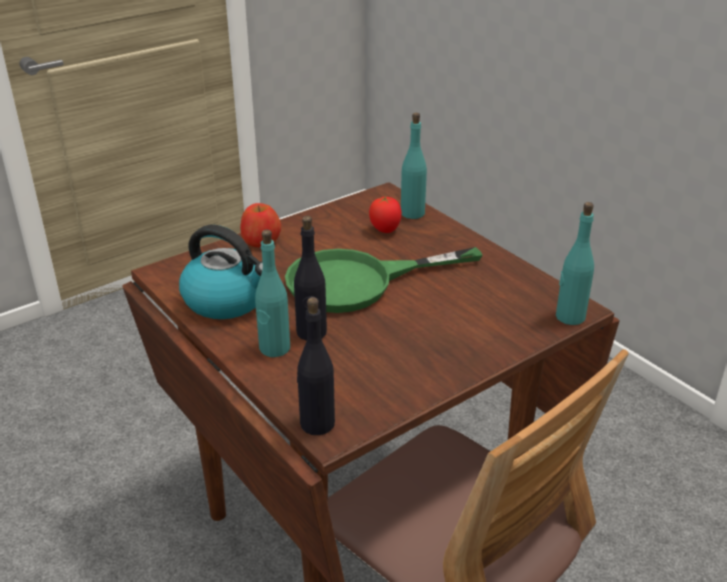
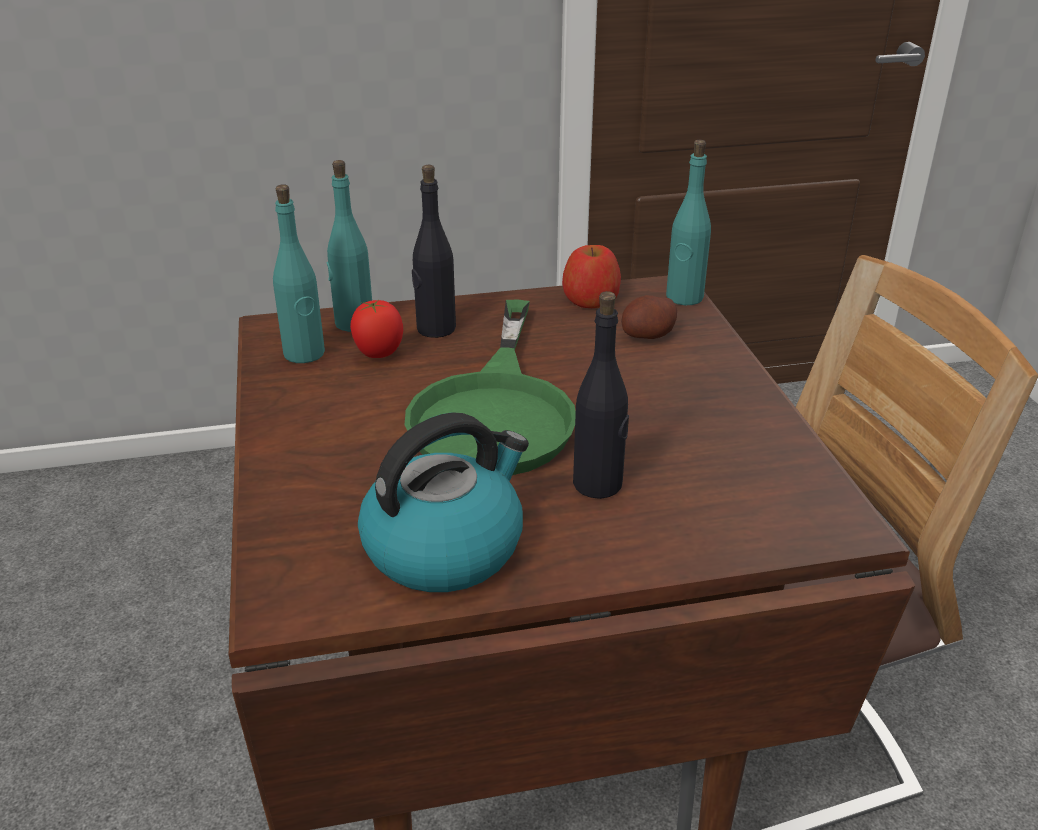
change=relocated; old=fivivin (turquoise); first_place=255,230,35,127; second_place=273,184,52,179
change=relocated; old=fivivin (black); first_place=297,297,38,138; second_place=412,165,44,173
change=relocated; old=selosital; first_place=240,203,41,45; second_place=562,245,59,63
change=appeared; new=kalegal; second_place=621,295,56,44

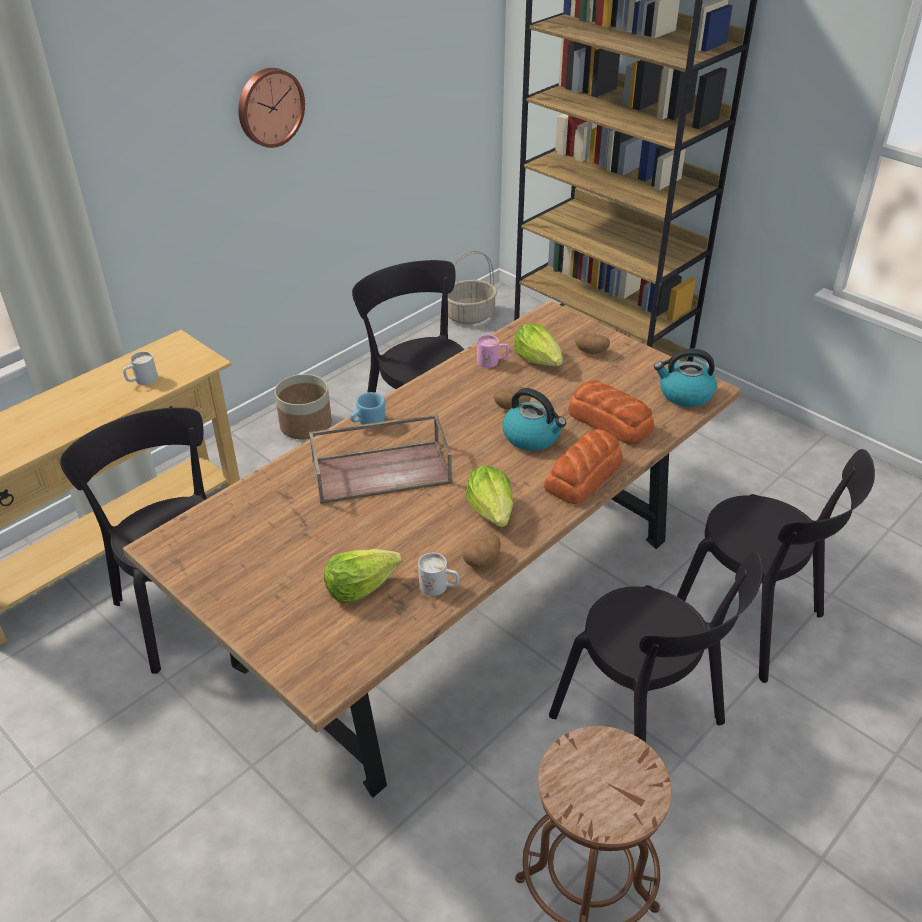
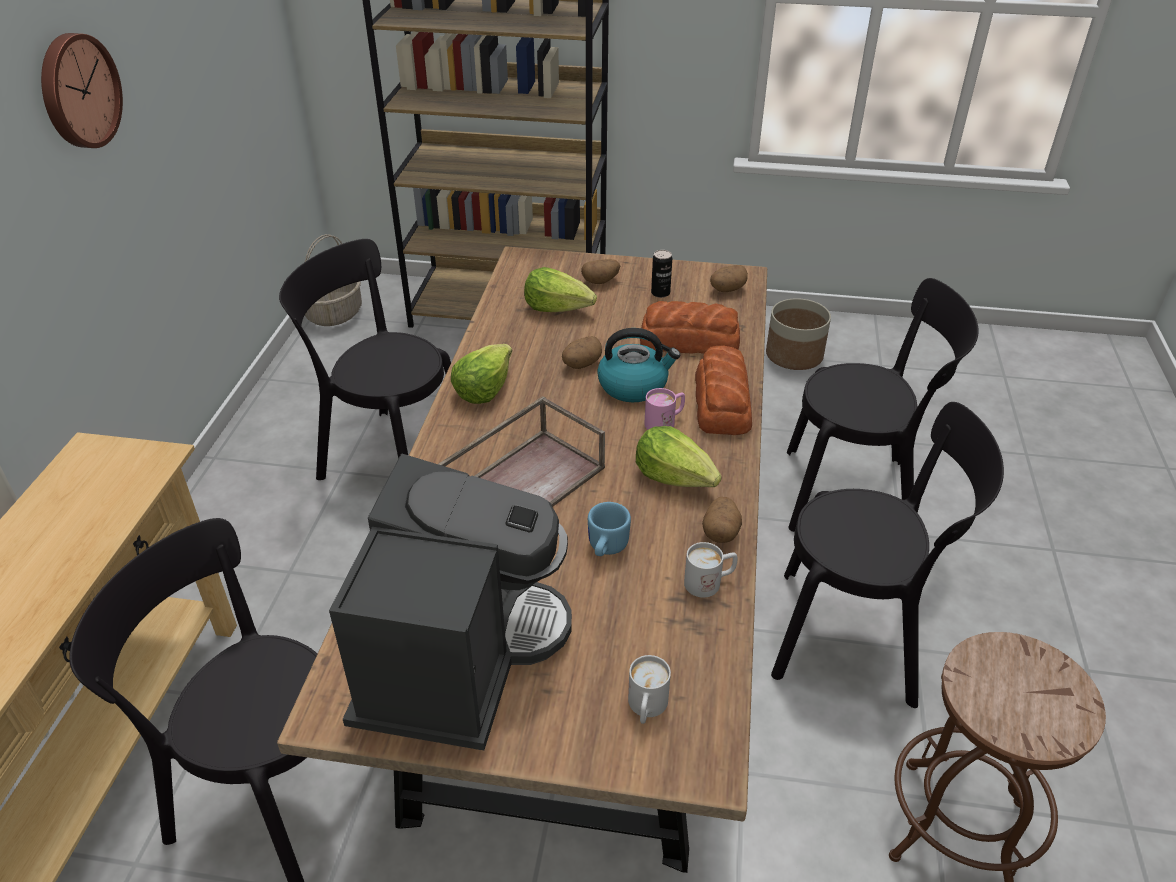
change=appeared; new=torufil; second_place=329,454,243,296
change=relocated; old=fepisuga; first_place=324,549,78,54; second_place=451,344,61,60
change=relocated; old=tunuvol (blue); first_place=350,392,35,33; second_place=588,502,43,54
change=relocated; old=tunuvol (white); first_place=123,351,35,34; second_place=628,655,43,69
change=relocated; old=tunuvol (pink); first_place=477,335,32,33; second_place=645,388,40,42
change=appeared; new=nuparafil; second_place=651,250,21,48
change=exchanged; old=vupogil; new=kalegal; first_place=654,349,63,58; second_place=710,265,38,27
change=relocated; old=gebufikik; first_place=275,374,57,66; second_place=766,298,65,72

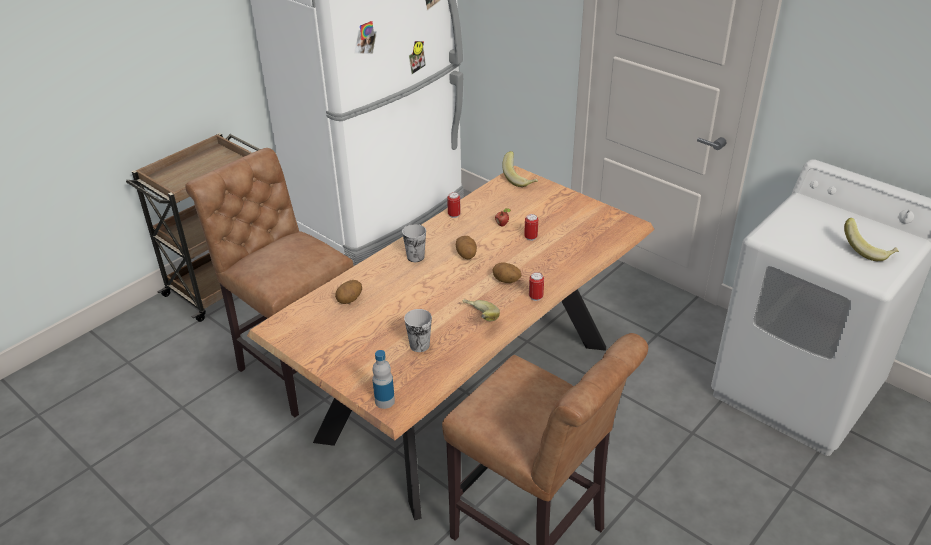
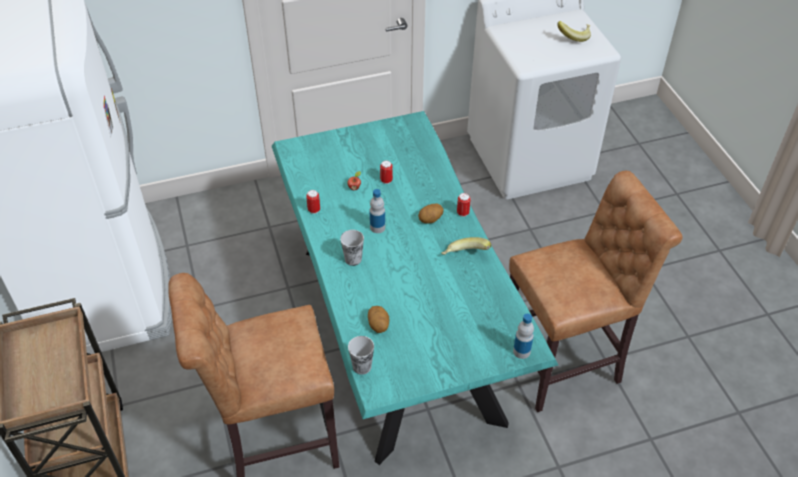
change=colour; old=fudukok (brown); new=fudukok (turquoise); first_place=247,166,408,354; second_place=272,111,286,354
change=relocated; old=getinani; first_place=404,309,28,43; second_place=348,336,26,39
change=exchanged; old=kalegal; new=fivivin; first_place=456,236,21,23; second_place=370,189,15,44
change=missing; old=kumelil; first_place=502,151,36,36

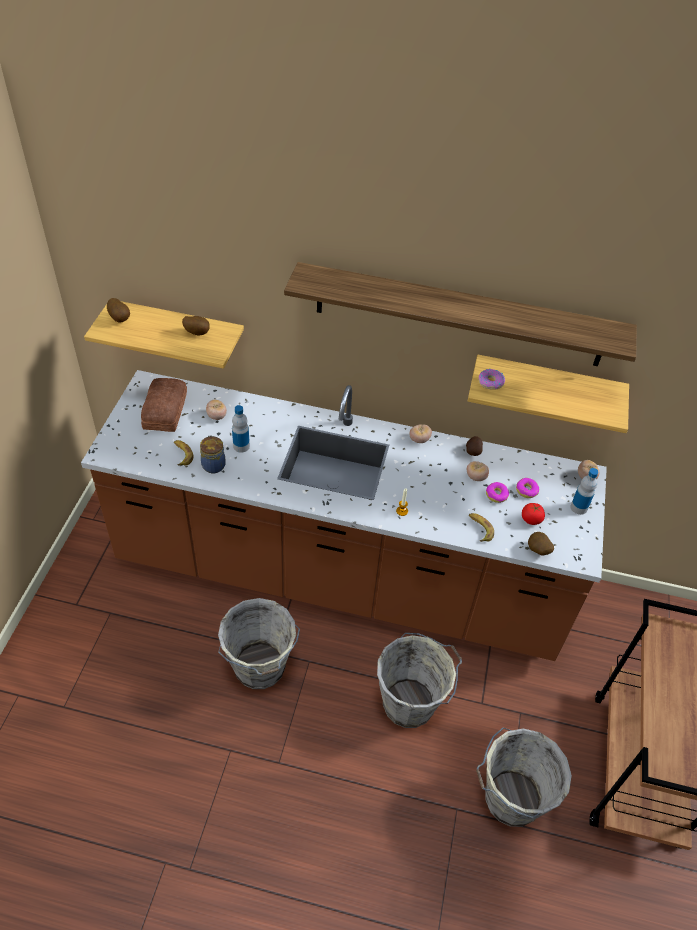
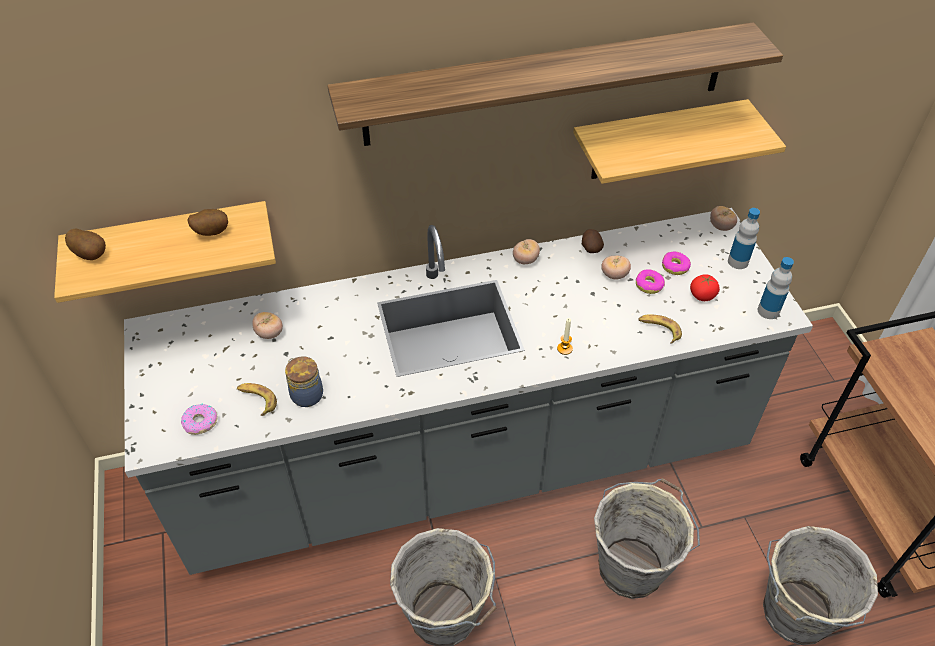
change=colour; old=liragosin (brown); new=liragosin (grey); first_place=81,370,526,291; second_place=124,208,689,367
change=relocated; old=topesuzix; first_place=479,369,26,21; second_place=181,404,36,31
change=relocated; old=fivivin; first_place=232,405,18,48; second_place=758,257,36,62
change=missing; old=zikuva; first_place=141,378,46,54
change=missing; old=kalegal; first_place=528,532,26,24

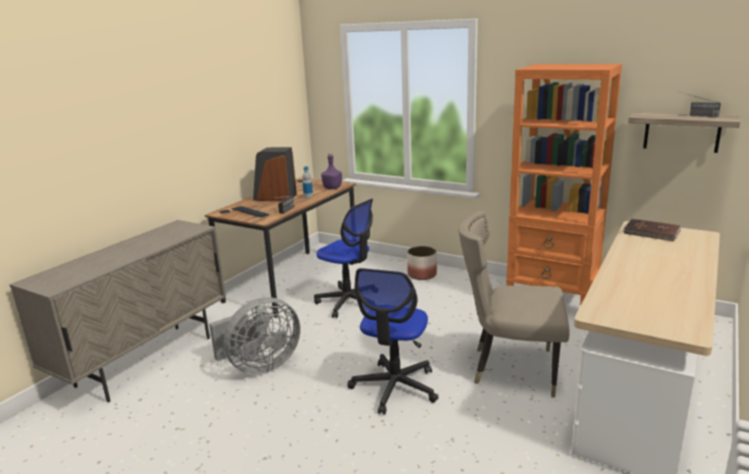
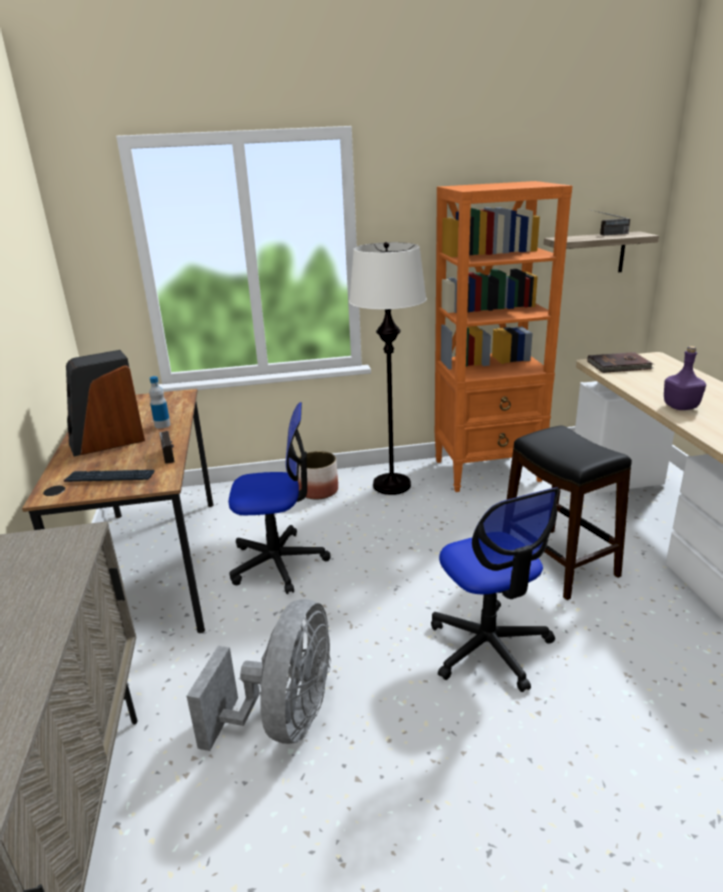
change=appeared; new=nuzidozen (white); second_place=349,242,78,253
change=exchanged; old=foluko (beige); new=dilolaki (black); first_place=458,211,112,187; second_place=507,425,125,175
change=relocated; old=fivivin (purple); first_place=321,153,21,36; second_place=664,346,42,64

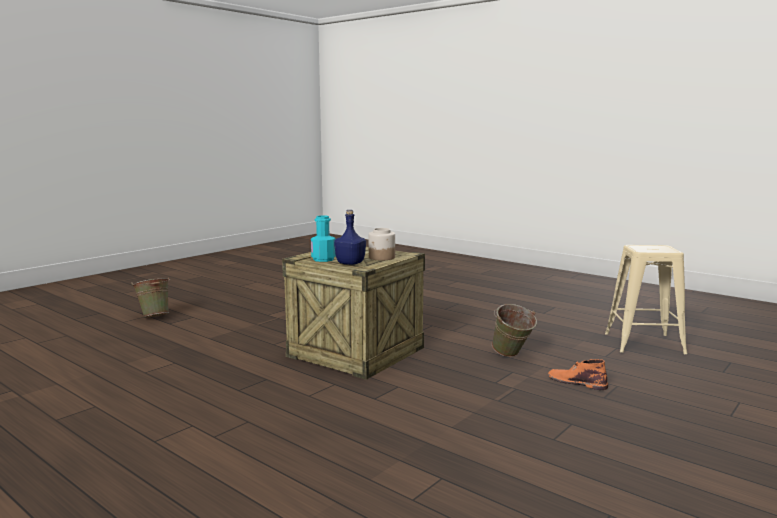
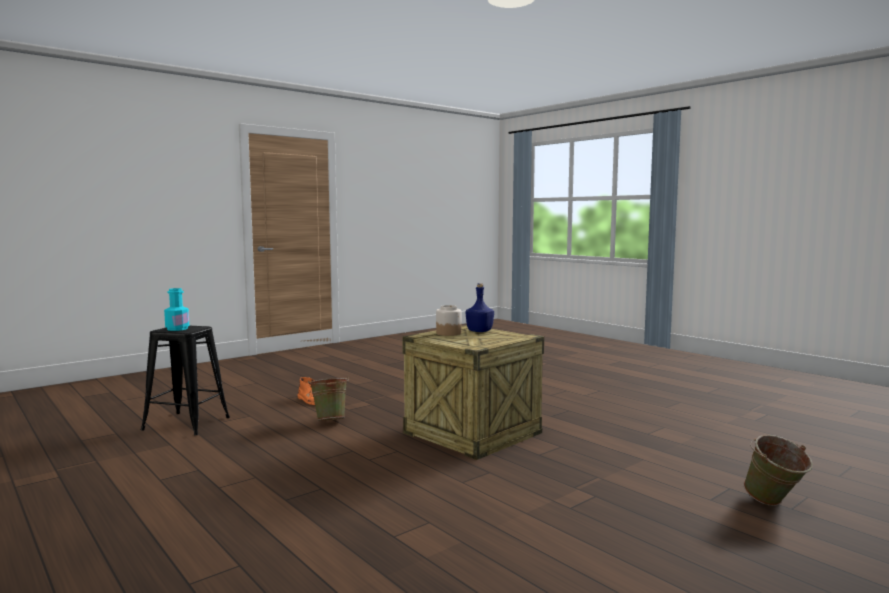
change=colour; old=dilolaki (beige); new=dilolaki (black); first_place=605,245,83,109; second_place=141,326,89,109
change=relocated; old=fivivin (turquoise); first_place=311,215,25,47; second_place=164,288,25,43

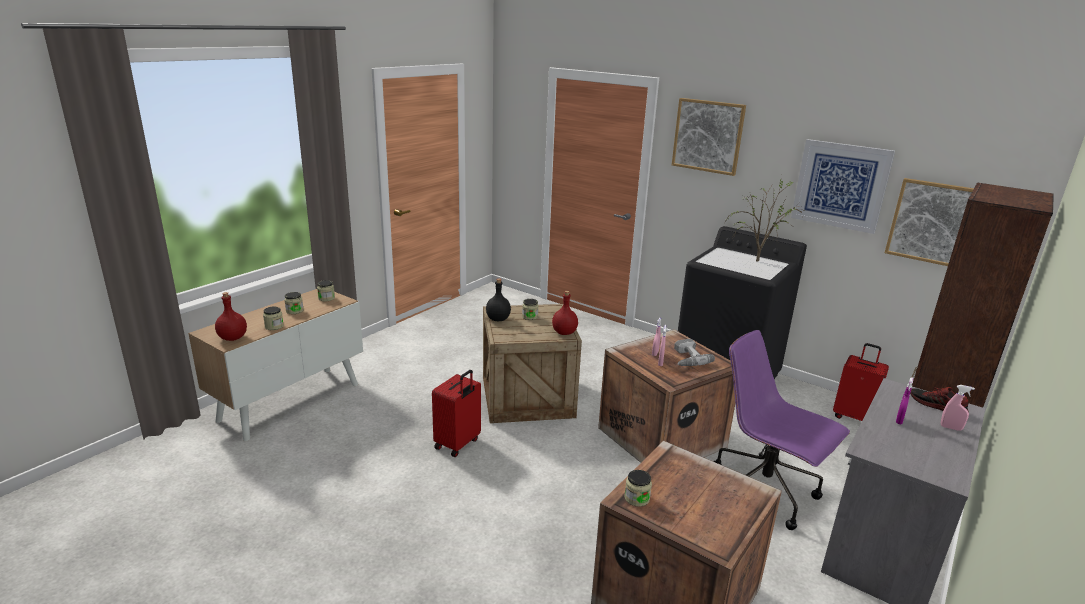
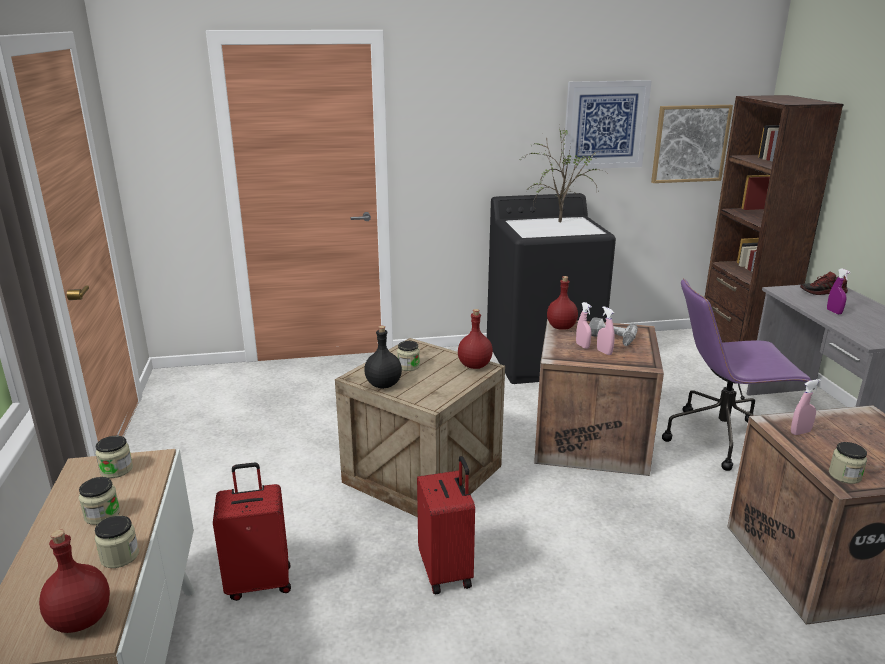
change=relocated; old=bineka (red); first_place=833,343,56,78; second_place=213,462,78,139
change=appeared; new=fivivin (red); second_place=547,276,31,54
change=relocated; old=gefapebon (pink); first_place=941,385,34,46; second_place=791,379,30,56
change=missing; old=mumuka; first_place=672,98,74,78

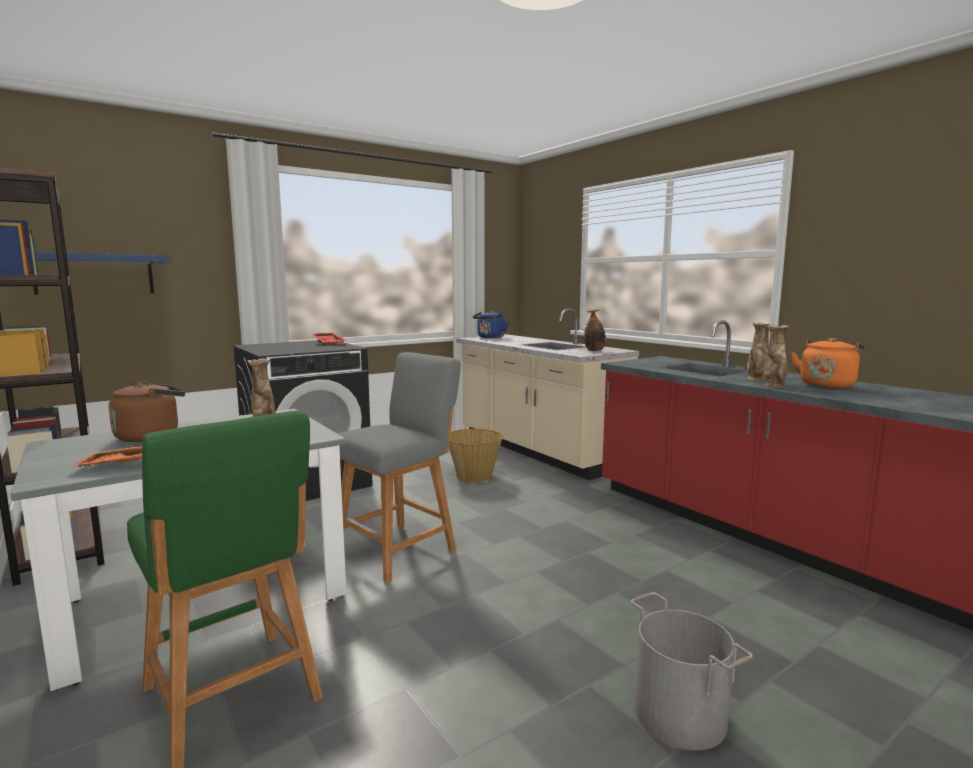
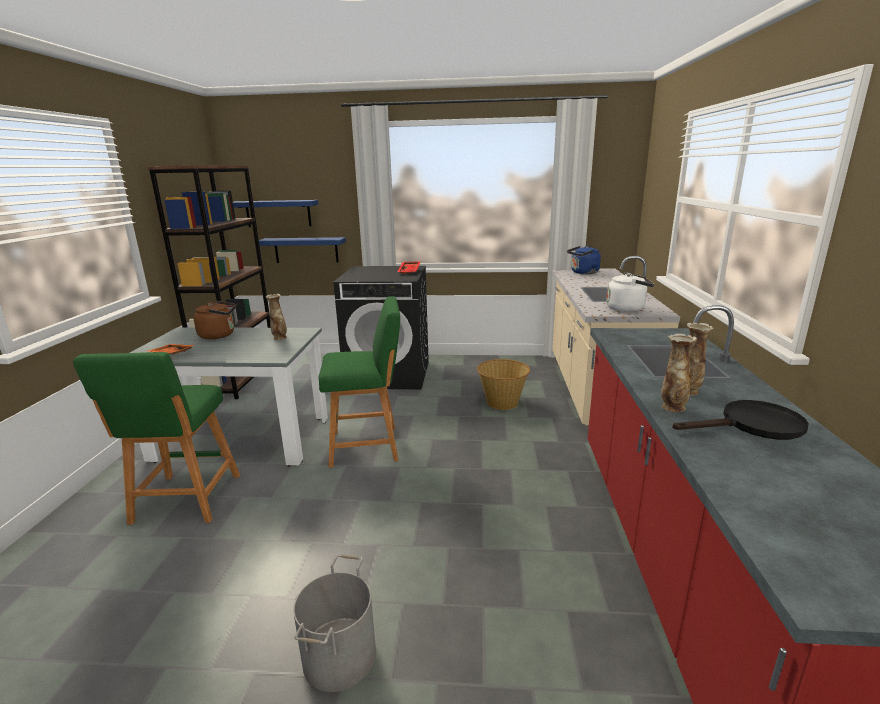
change=appeared; new=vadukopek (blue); second_place=259,237,87,26
change=colour; old=dilolaki (grey); new=dilolaki (green); first_place=337,352,124,231; second_place=318,296,82,172
change=exchanged; old=fivivin; new=vupogil (white); first_place=584,309,22,42; second_place=607,272,47,40
change=exchanged; old=vupogil (orange); new=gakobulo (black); first_place=791,338,73,50; second_place=672,400,137,40

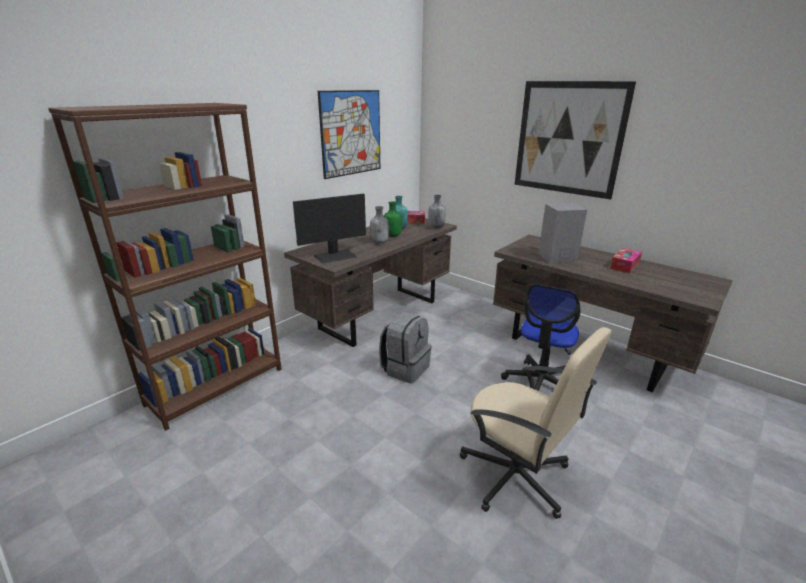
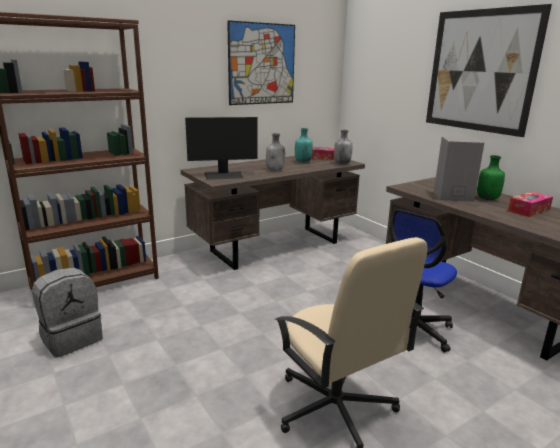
change=relocated; old=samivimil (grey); first_place=379,312,53,71; second_place=32,268,71,90
change=relocated; old=fivivin (green); first_place=384,201,18,36; second_place=477,155,28,45

